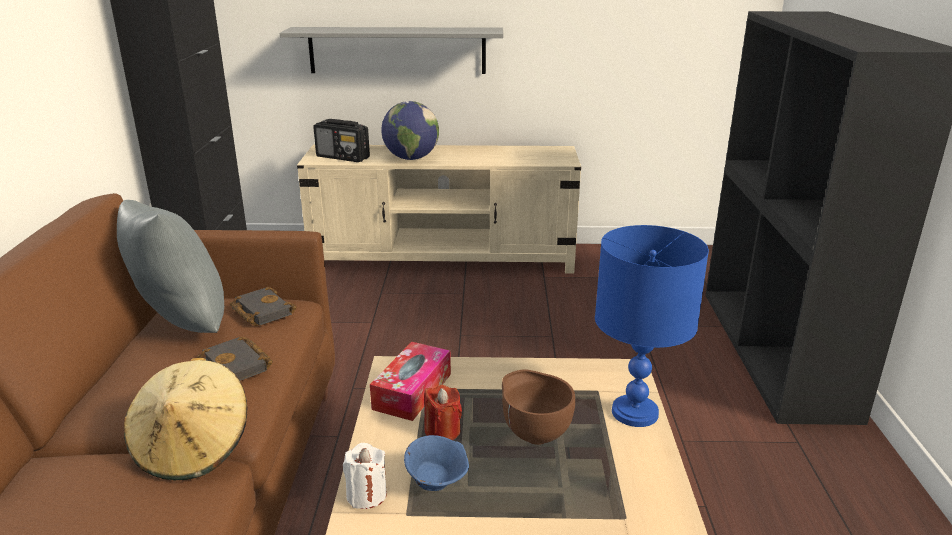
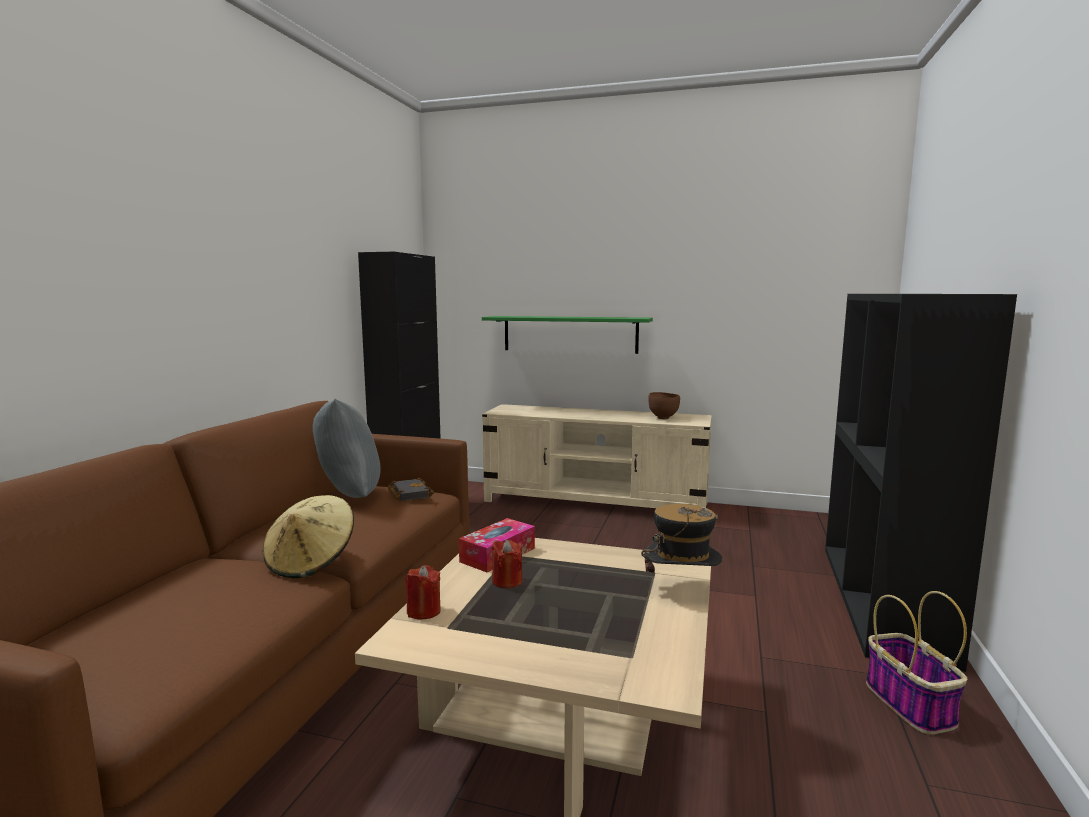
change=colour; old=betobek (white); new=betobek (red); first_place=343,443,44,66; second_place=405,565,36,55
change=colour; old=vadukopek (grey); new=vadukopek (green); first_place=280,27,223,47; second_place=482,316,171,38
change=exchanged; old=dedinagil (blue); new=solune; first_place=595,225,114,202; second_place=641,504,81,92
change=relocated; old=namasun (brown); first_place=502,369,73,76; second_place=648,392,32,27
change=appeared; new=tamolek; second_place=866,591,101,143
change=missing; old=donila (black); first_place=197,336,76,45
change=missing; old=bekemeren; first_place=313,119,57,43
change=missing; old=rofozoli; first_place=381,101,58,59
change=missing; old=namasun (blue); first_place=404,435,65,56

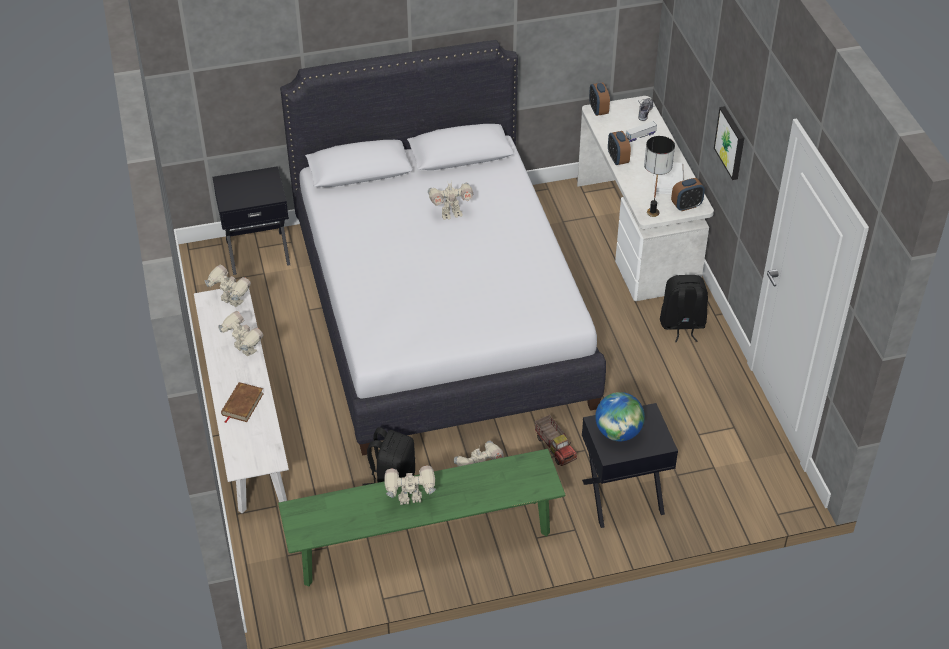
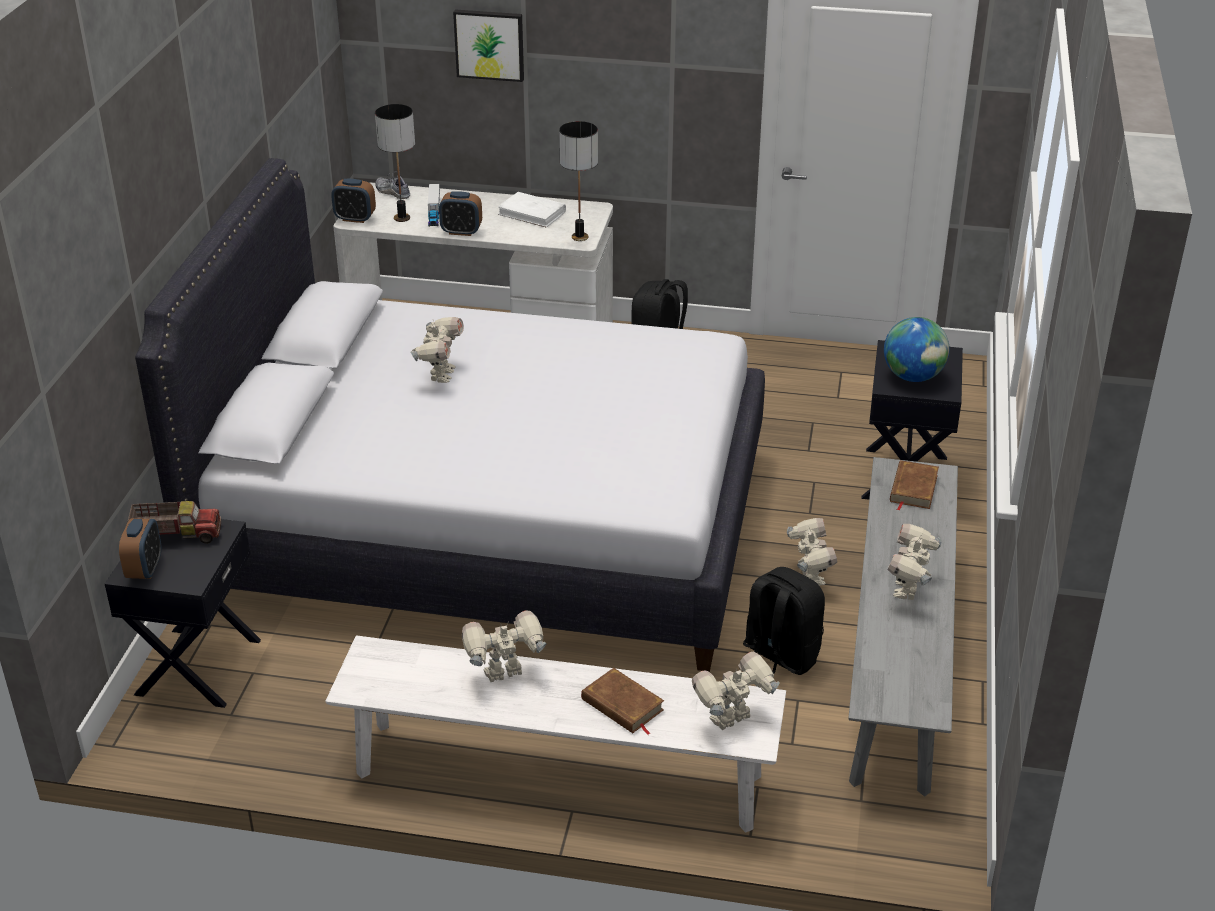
change=relocated; old=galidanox; first_place=671,178,34,33; second_place=119,518,42,61
change=relocated; old=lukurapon; first_place=535,415,42,51; second_place=128,501,93,43
change=appeared; new=dedinagil; second_place=375,104,40,118
change=relocated; old=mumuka; first_place=714,106,30,74; second_place=453,9,71,73
change=relocated; old=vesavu; first_place=205,265,46,42; second_place=692,652,88,78
change=colour; old=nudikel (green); new=nudikel (grey); first_place=278,449,287,137; second_place=848,457,110,339
change=appeared; new=donila (brown); second_place=890,460,49,50

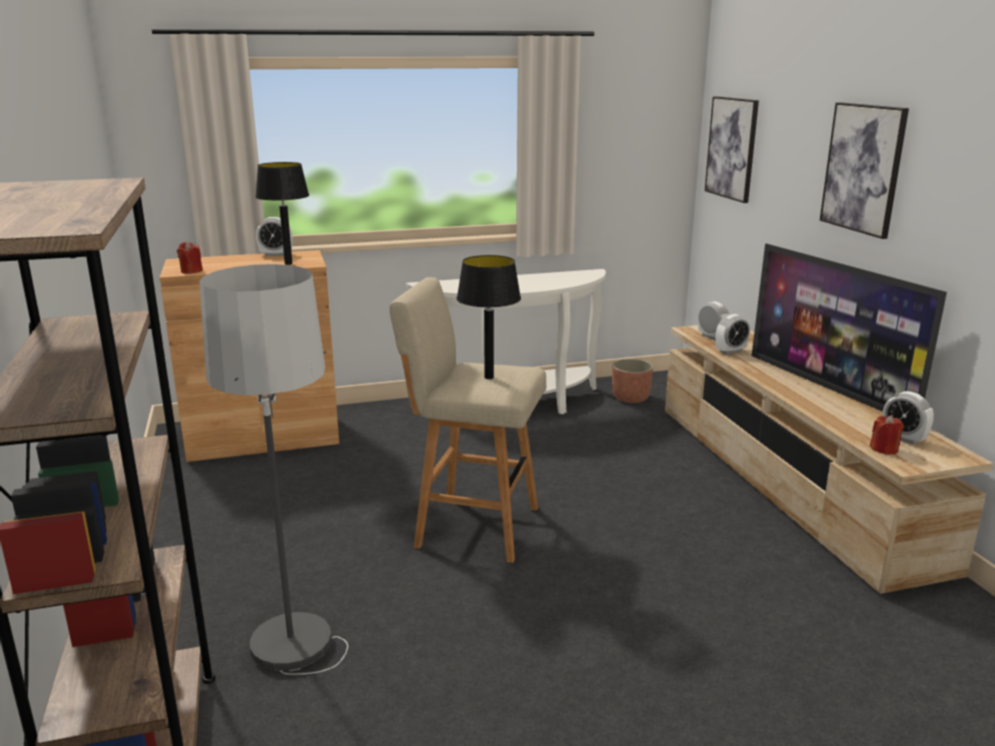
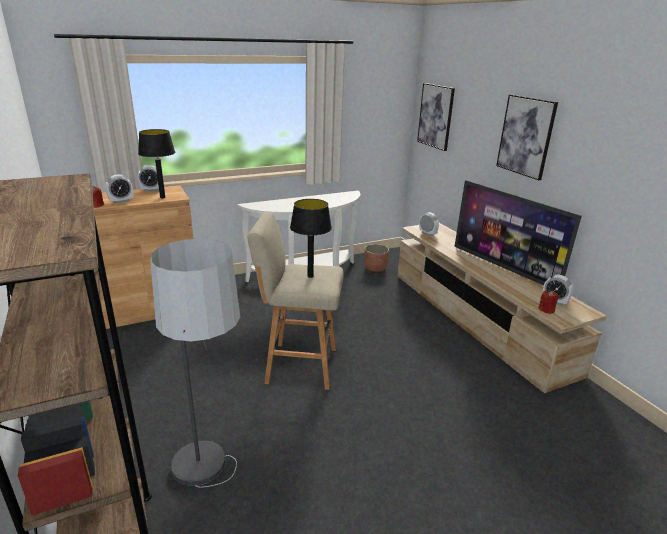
change=relocated; old=galidanox; first_place=715,314,35,40; second_place=105,174,28,29

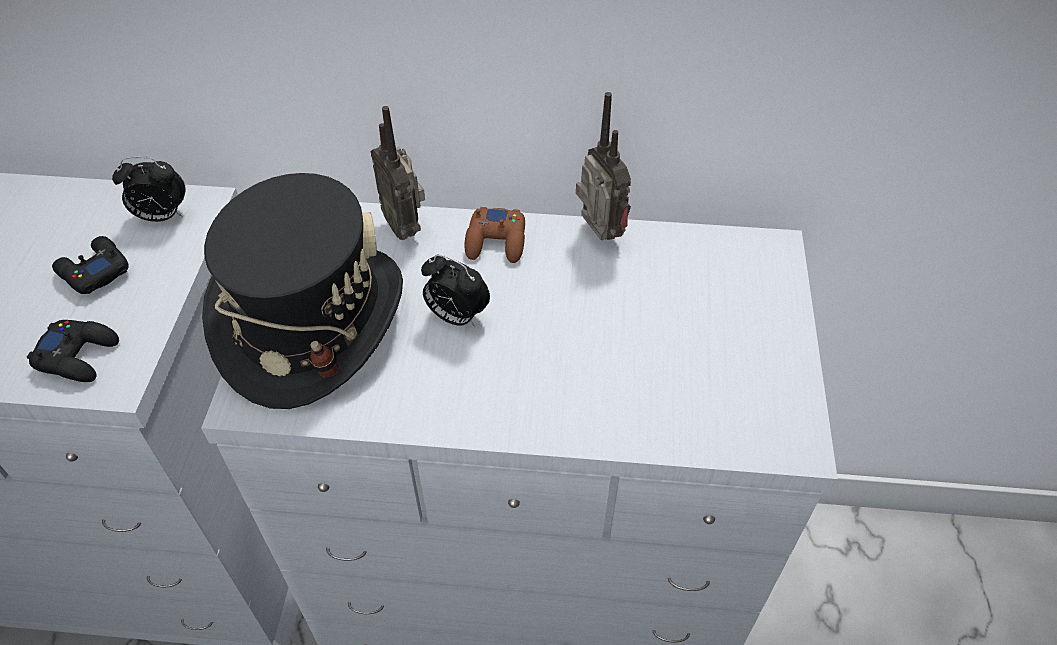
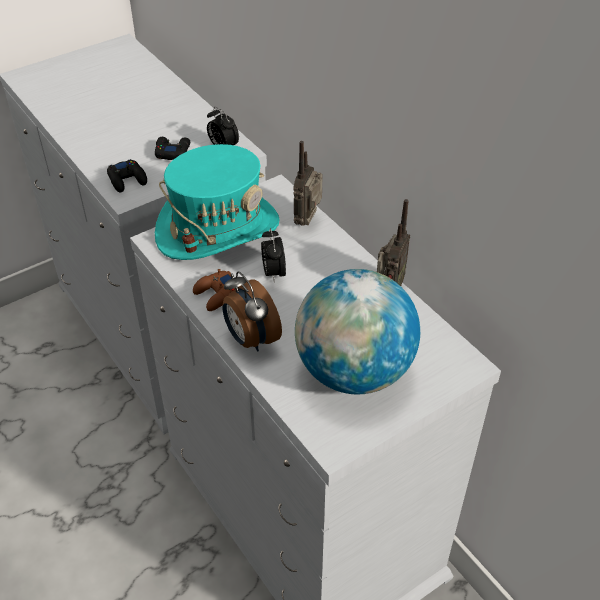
change=colour; old=solune (black); new=solune (turquoise); first_place=202,173,201,236; second_place=155,144,125,116
change=relocated; old=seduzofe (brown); first_place=464,207,61,56; second_place=193,269,47,42
change=appeared; new=galidanox; second_place=223,271,59,81
change=appeared; new=rofozoli; second_place=295,269,125,125

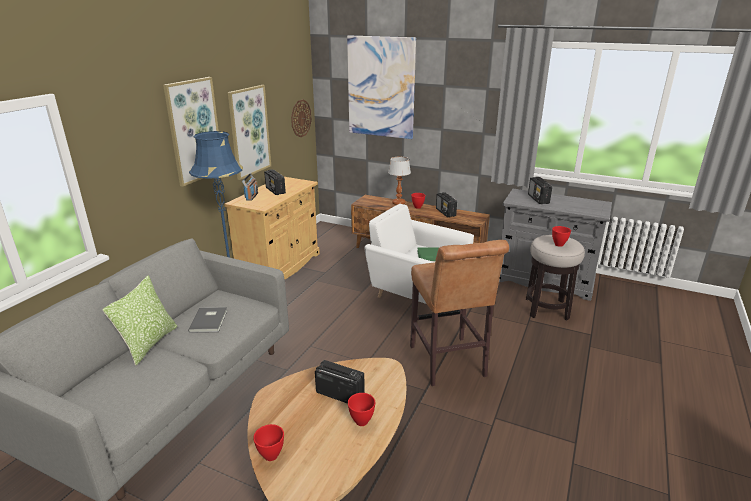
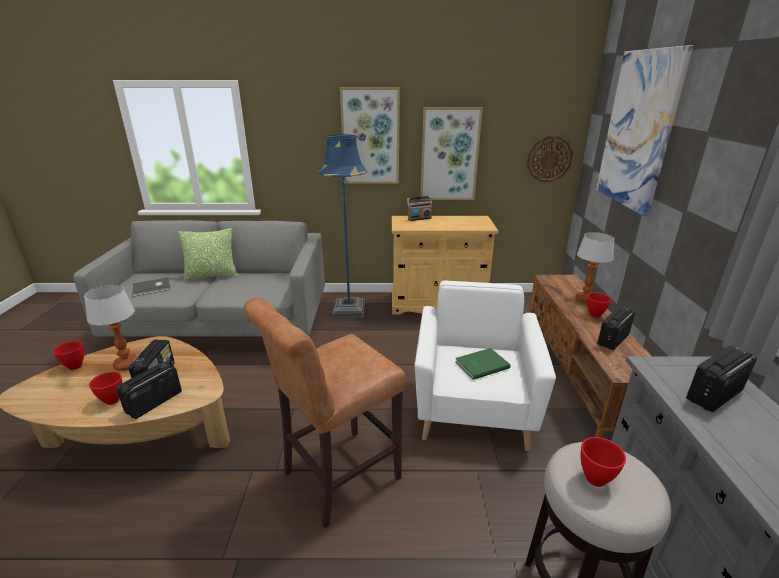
change=appeared; new=dedinagil; second_place=84,285,54,86
change=relocated; old=bekemeren; first_place=264,169,22,26; second_place=116,362,66,57
change=relocated; old=donila (grey); first_place=188,307,39,26; second_place=132,277,39,20

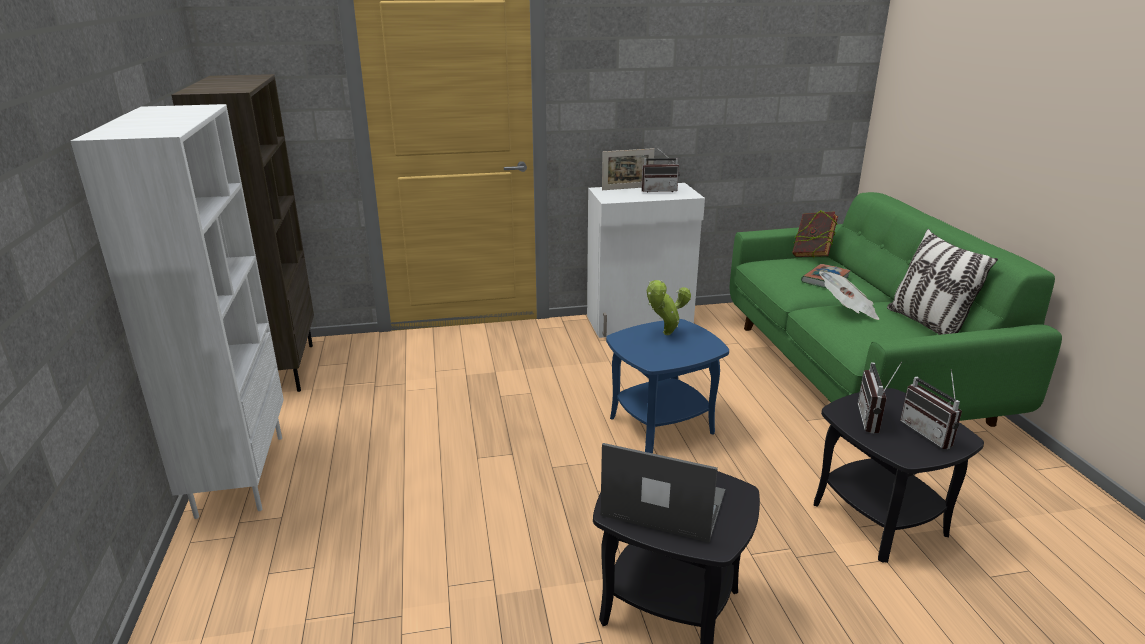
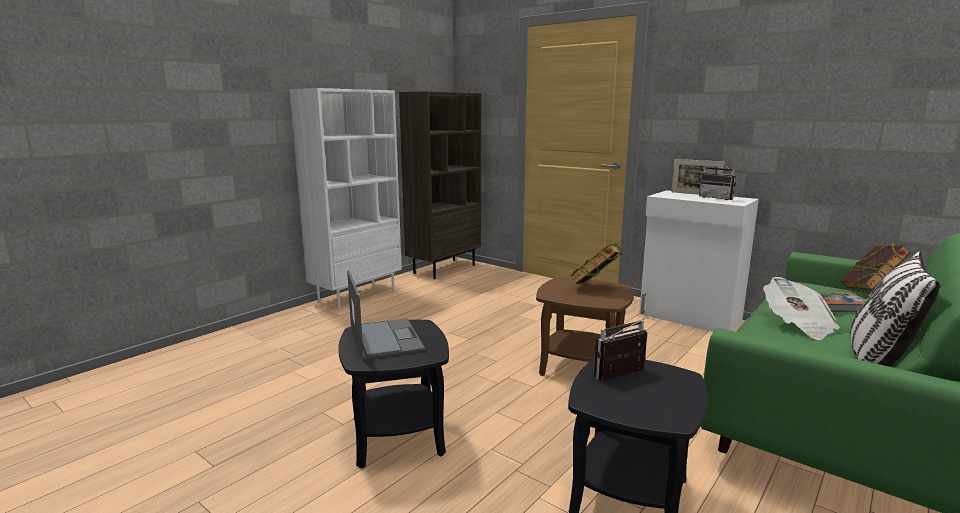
change=colour; old=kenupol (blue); new=kenupol (brown); first_place=606,319,123,134; second_place=536,277,98,99
change=exchanged; old=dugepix; new=donila; first_place=647,280,44,55; second_place=570,243,52,41
change=missing; old=bekemeren; first_place=900,369,62,80

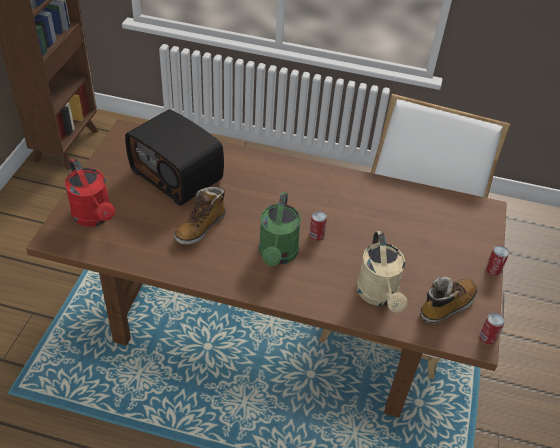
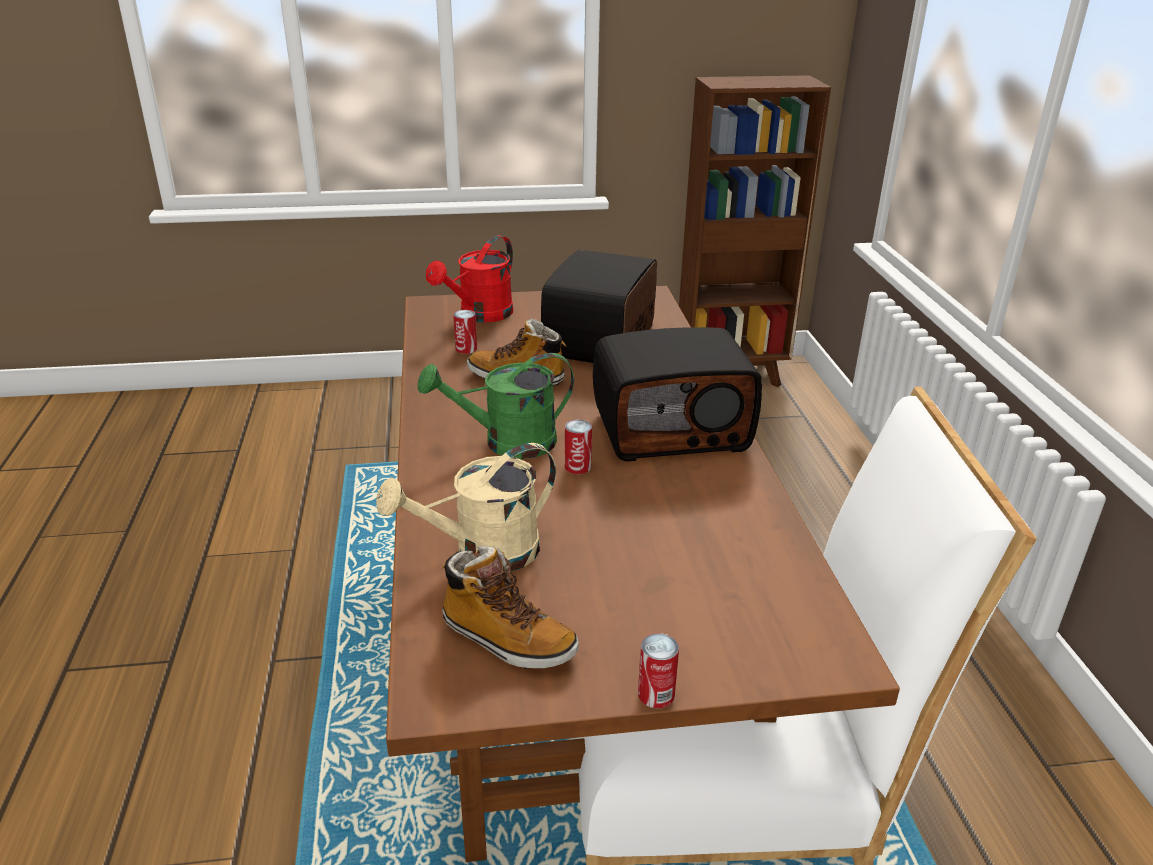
change=relocated; old=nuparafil; first_place=479,313,26,32; second_place=453,310,24,44
change=appeared; new=bekemeren; second_place=593,327,169,135

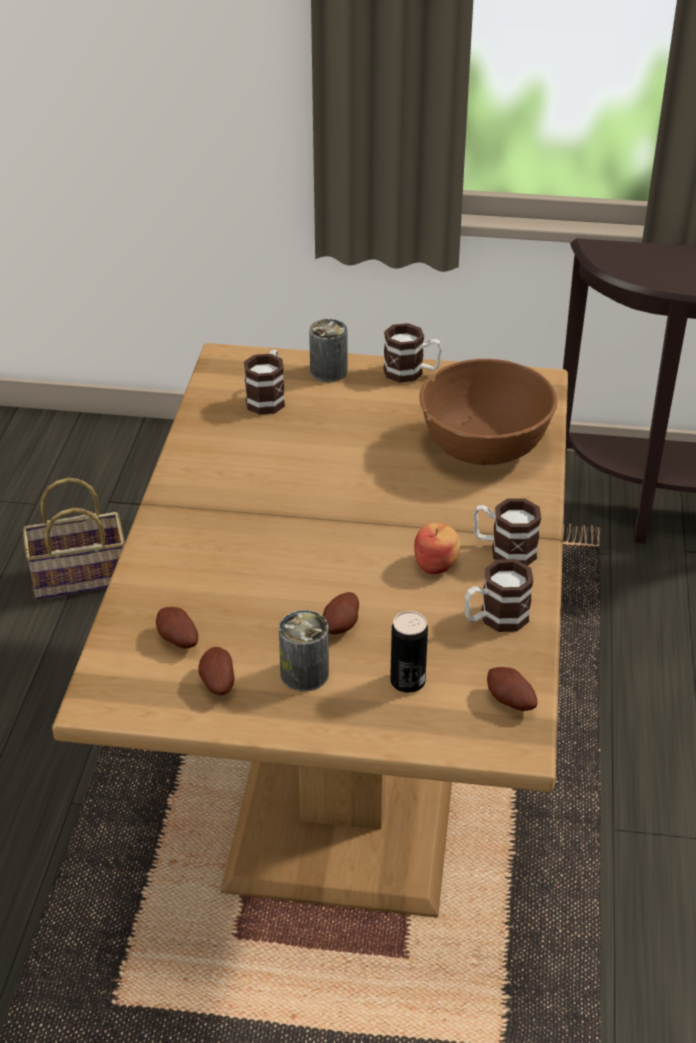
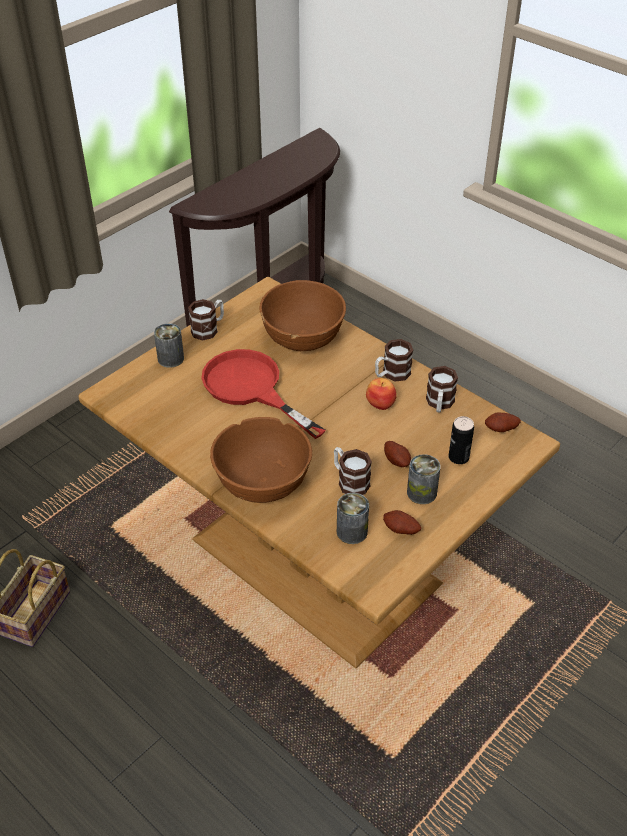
change=appeared; new=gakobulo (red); second_place=201,349,125,90
change=appeared; new=namasun (brown); second_place=210,417,102,86
change=relocated; old=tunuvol; first_place=244,349,41,66; second_place=334,447,38,48
change=exchanged; old=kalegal; new=nuparafil; first_place=156,607,42,42; second_place=337,493,32,51

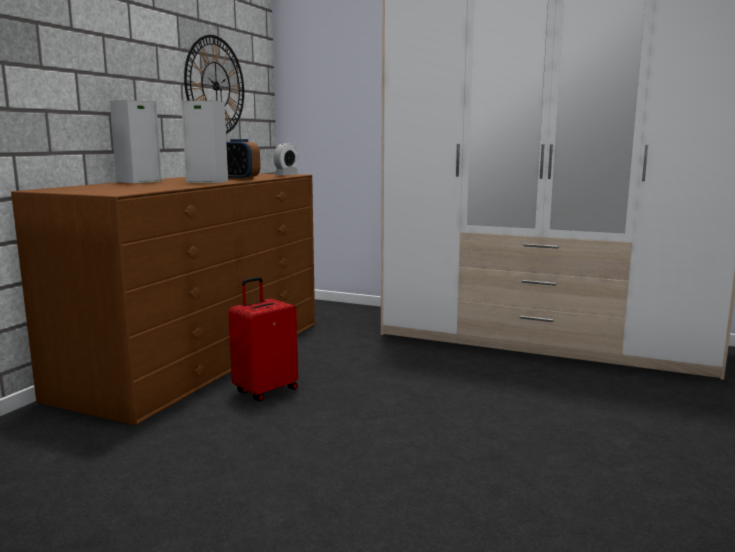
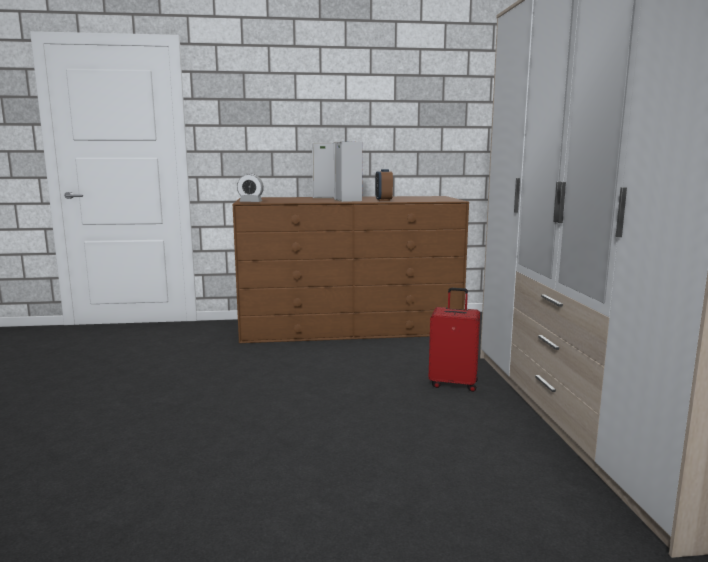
change=relocated; old=galidanox; first_place=274,143,25,32; second_place=237,173,27,29
change=relocated; old=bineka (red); first_place=228,277,70,124; second_place=429,288,51,104
change=missing; old=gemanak; first_place=184,35,60,99

